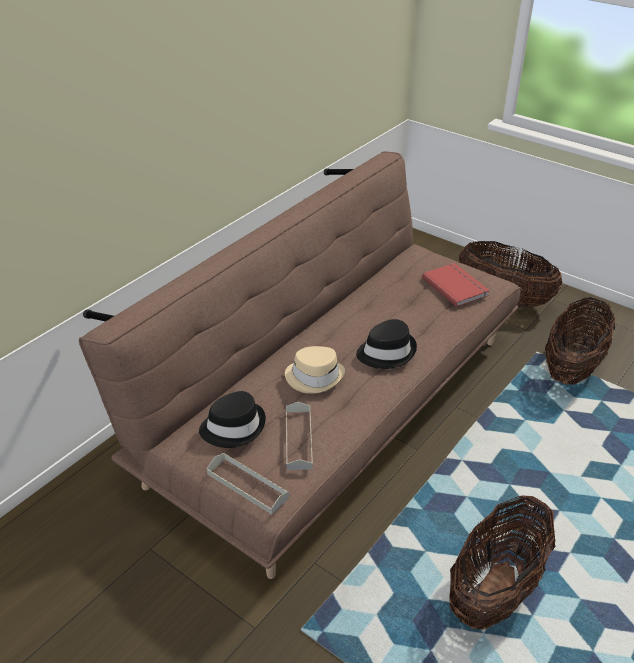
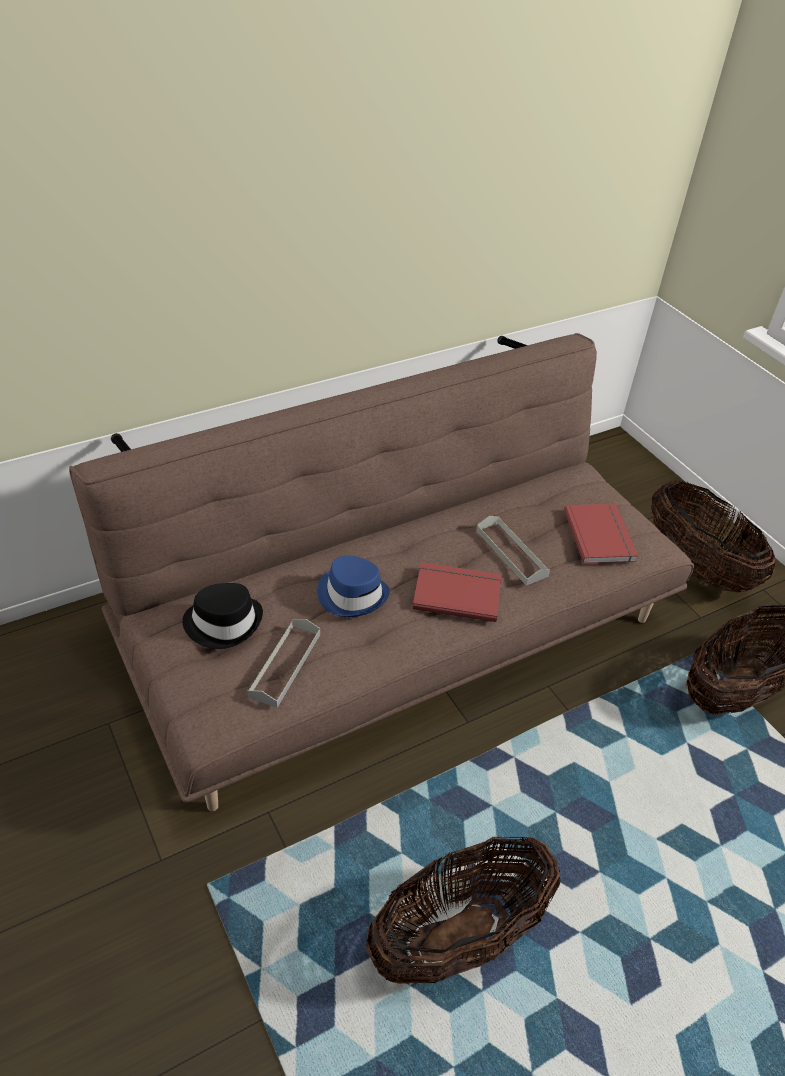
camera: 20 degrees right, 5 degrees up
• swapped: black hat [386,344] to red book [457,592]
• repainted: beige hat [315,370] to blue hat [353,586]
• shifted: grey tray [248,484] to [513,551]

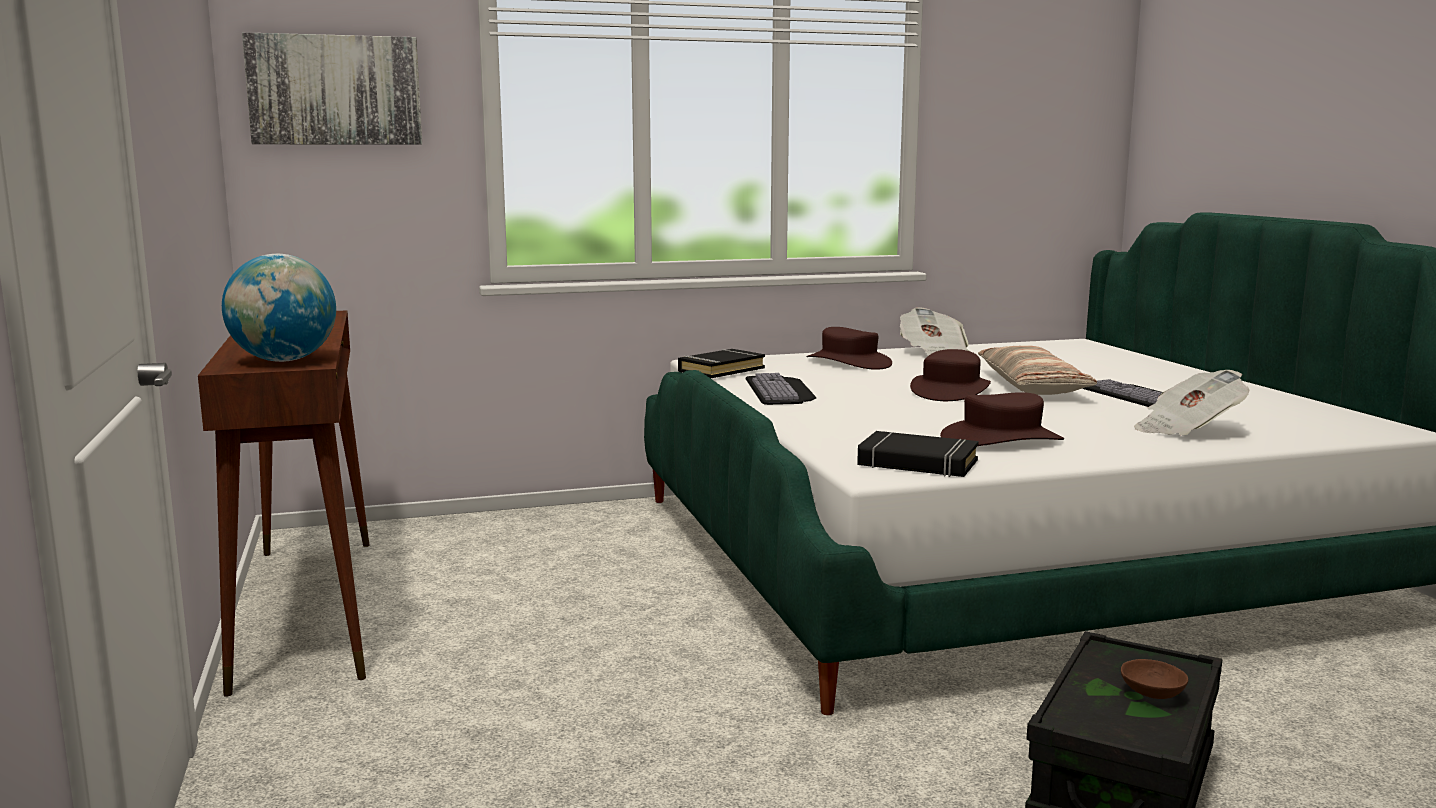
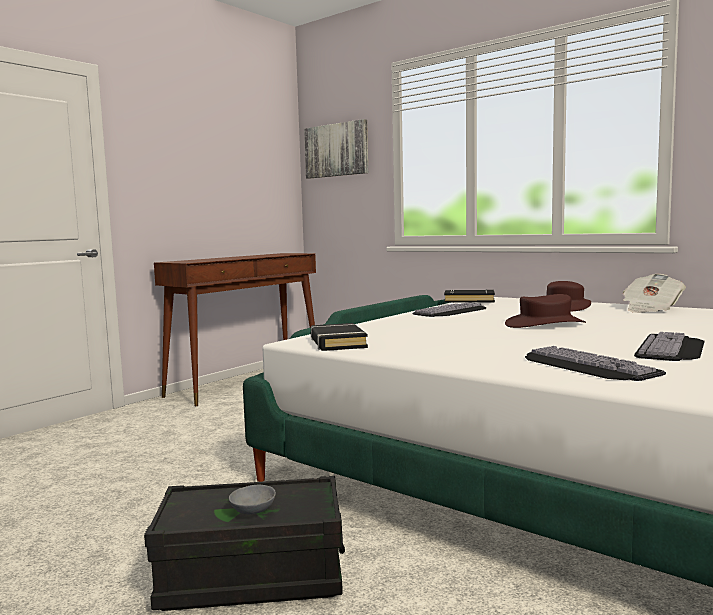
camera: 55 degrees right, 5 degrees down
• gone: globe [279,308]
• gone: pillow [1037,370]
• swapped: newspaper [1191,402] to keyboard [595,363]
• gone: brown hat [1002,419]
• repainted: brown bowl [1154,679] to grey bowl [252,499]

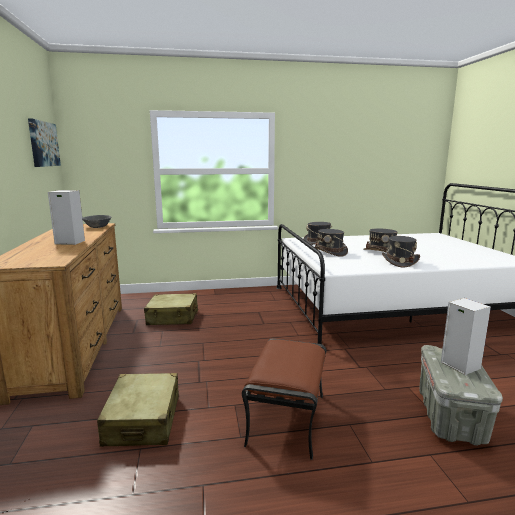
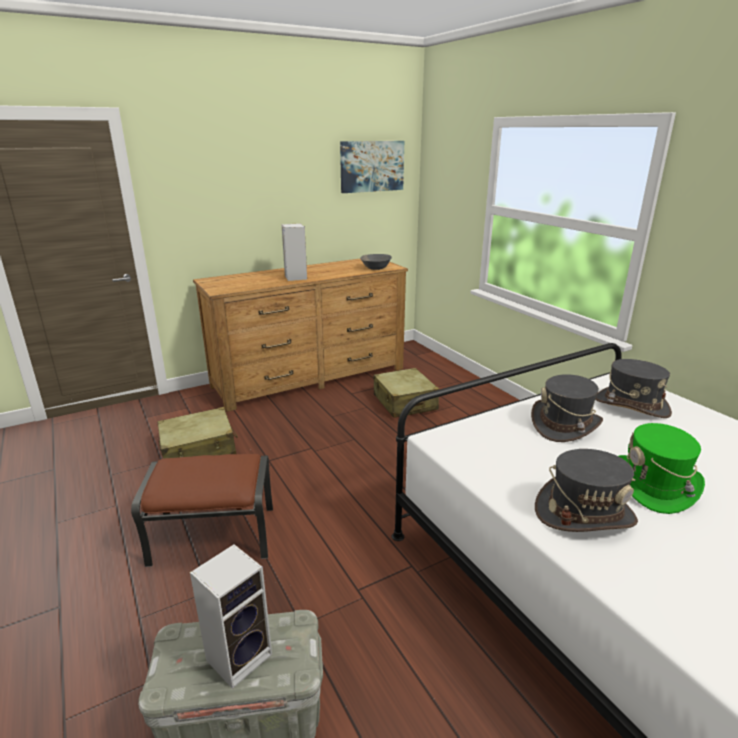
camera: 70 degrees right, 10 degrees up
• repainted: grey hat [380,240] to green hat [662,468]

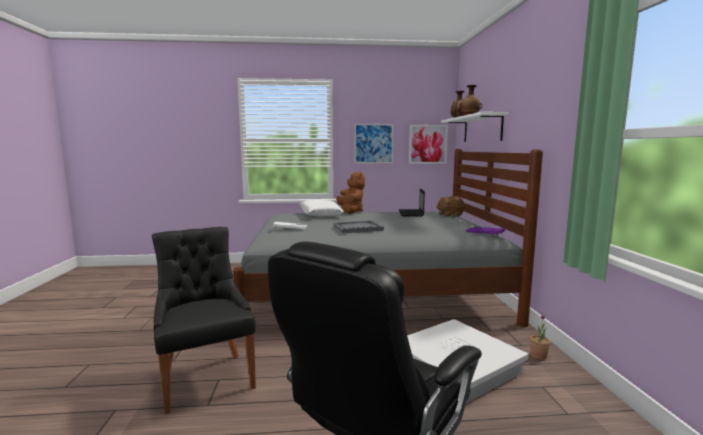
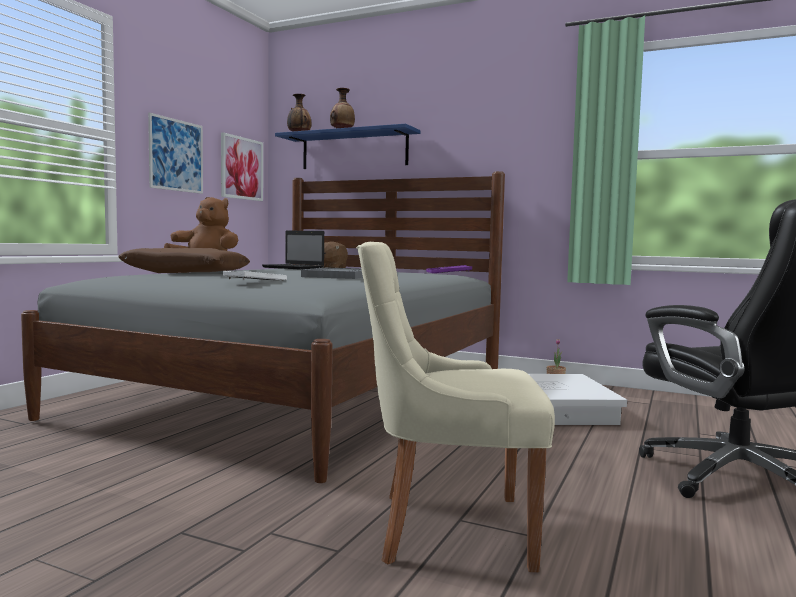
camera: 60 degrees left, 5 degrees down
• repainted: white shelf [475,127] to blue shelf [348,146]
• repainted: white pillow [322,208] to brown pillow [184,260]
• repainted: black chair [204,320] to beige chair [455,407]

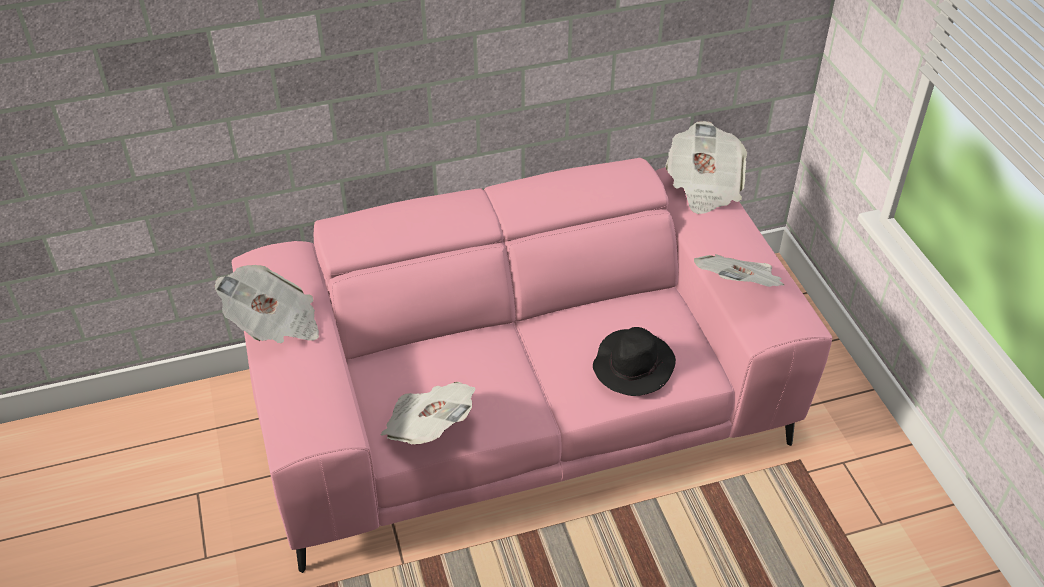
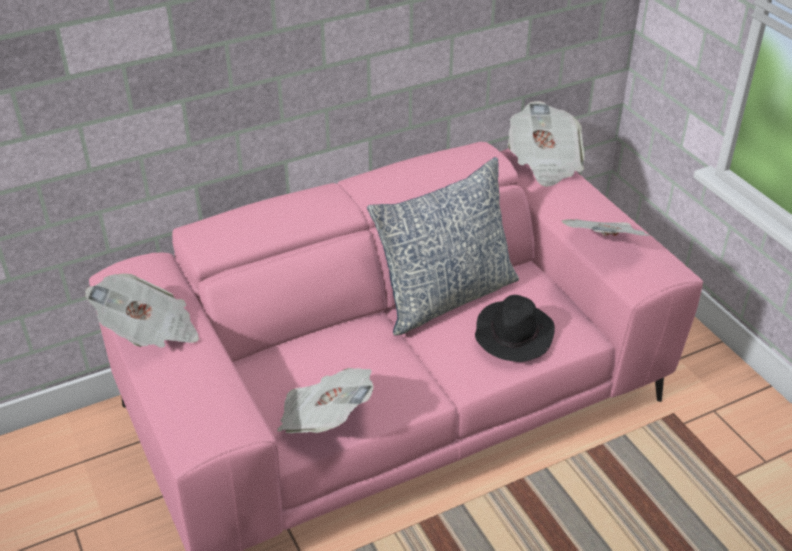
camera: 10 degrees left, 5 degrees down
• new: pillow [443,246]

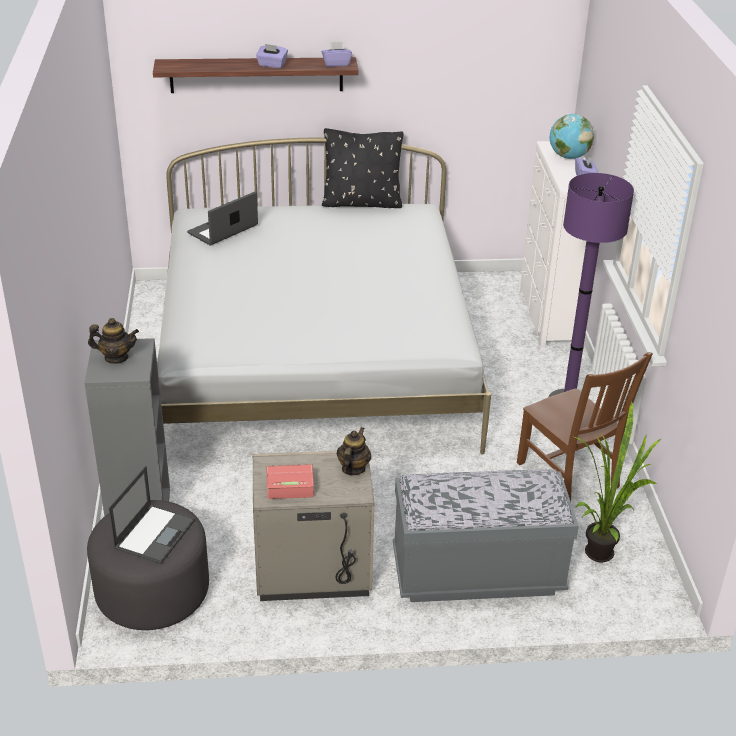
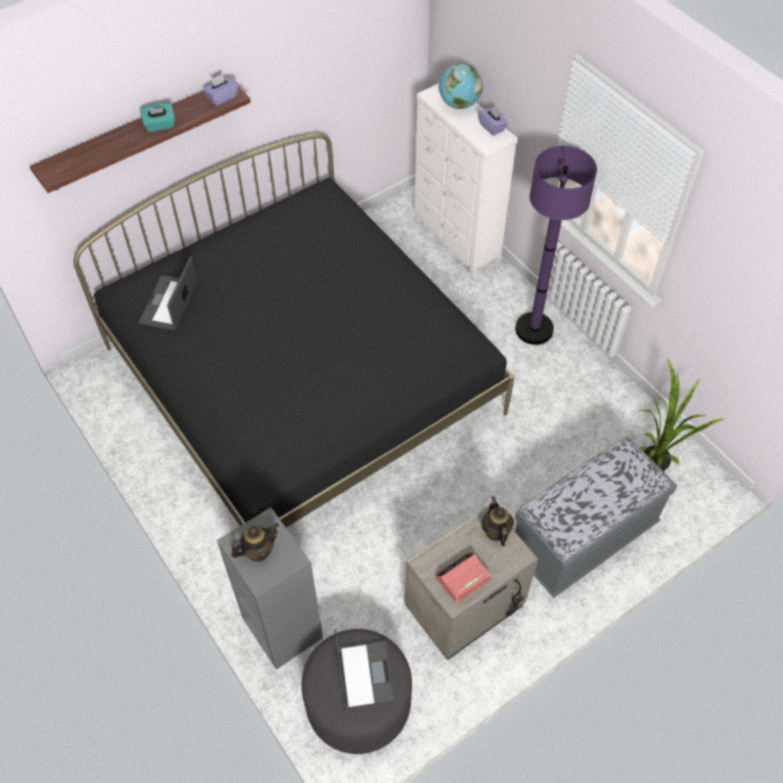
camera: 30 degrees left, 20 degrees up
• repainted: purple tissue box [272,56] to turquoise tissue box [157,117]
• gone: black pillow [363,168]
• repainted: white bed [324,296] to black bed [294,330]
• gone: brown chair [585,426]

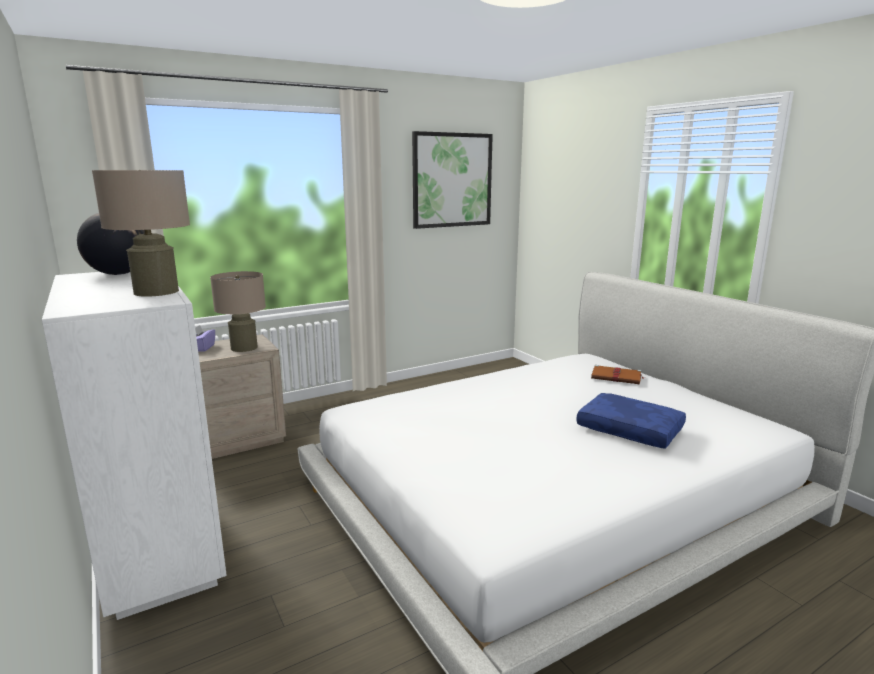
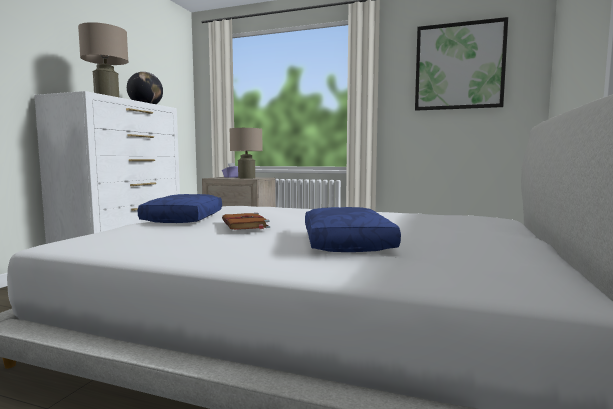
camera: 50 degrees right, 10 degrees down
• shifted: brown book [618,374] to [246,221]
• new: blue pillow [180,208]

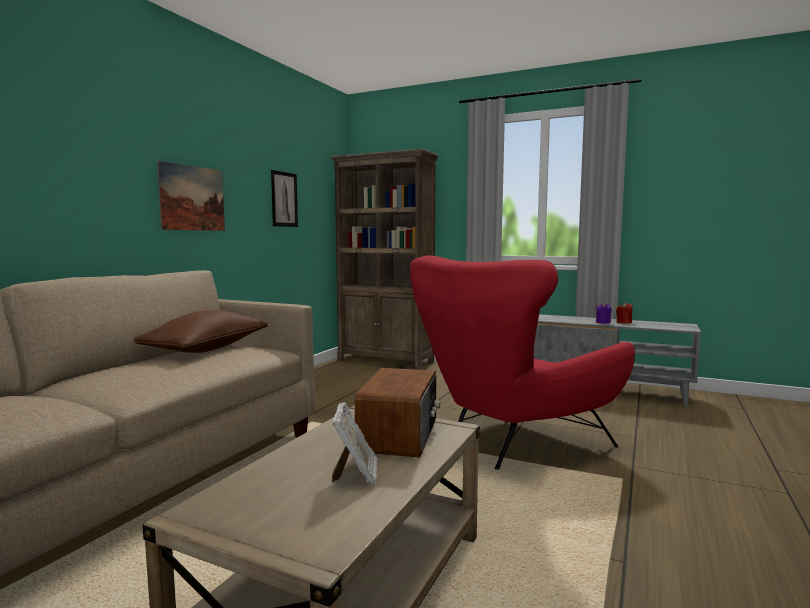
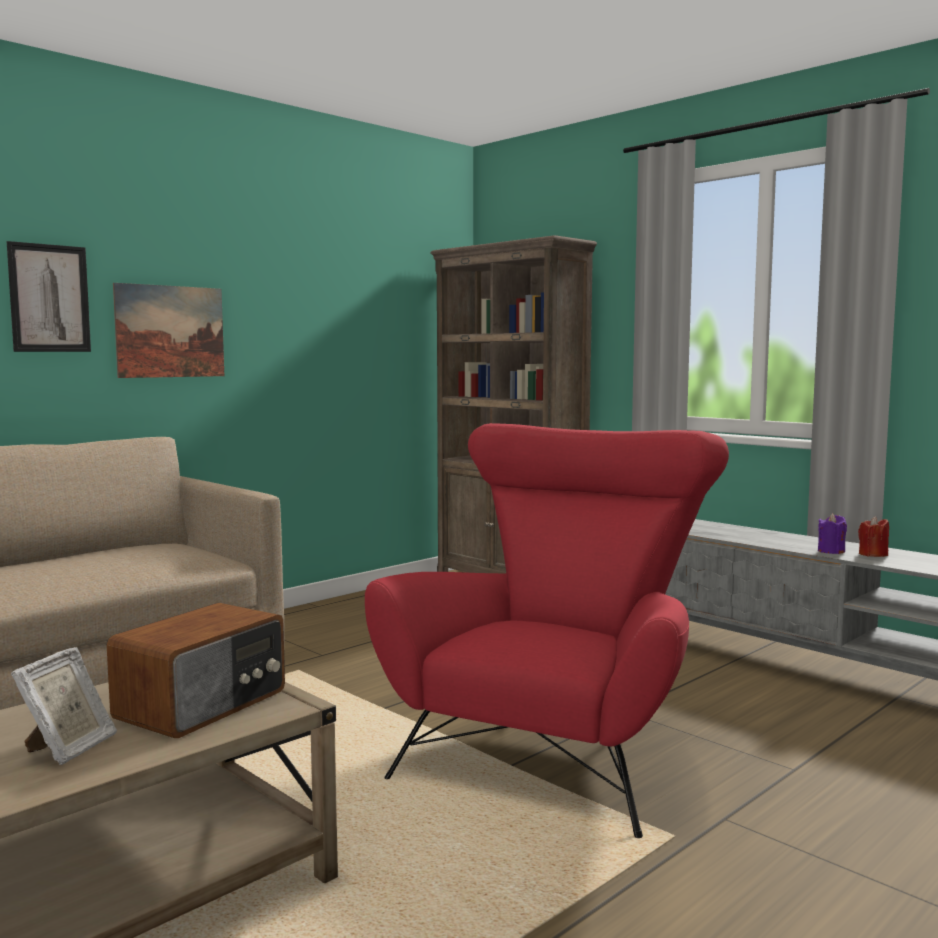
camera: 20 degrees right, 0 degrees up
• shifted: picture [284,198] to [49,296]
• rotated: red armchair [522,362] = [547,630] 135 degrees clockwise
• gone: brown pillow [200,331]

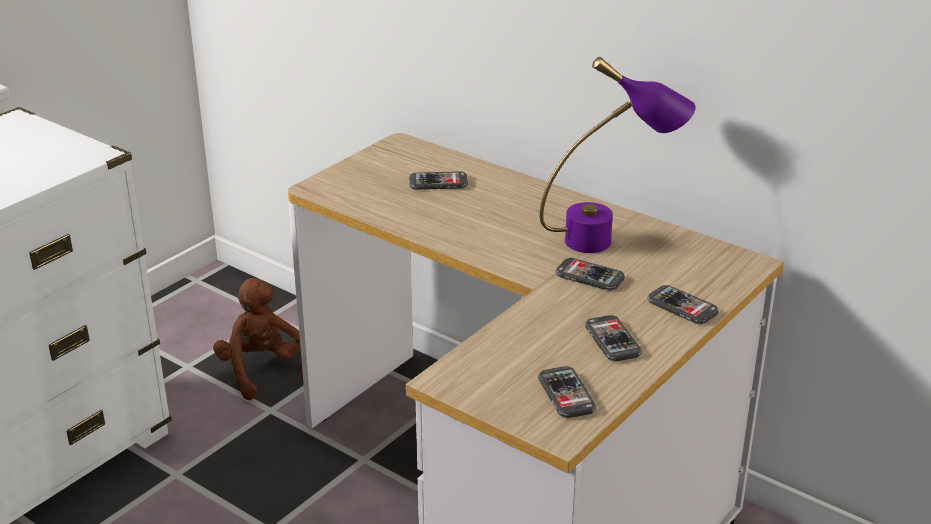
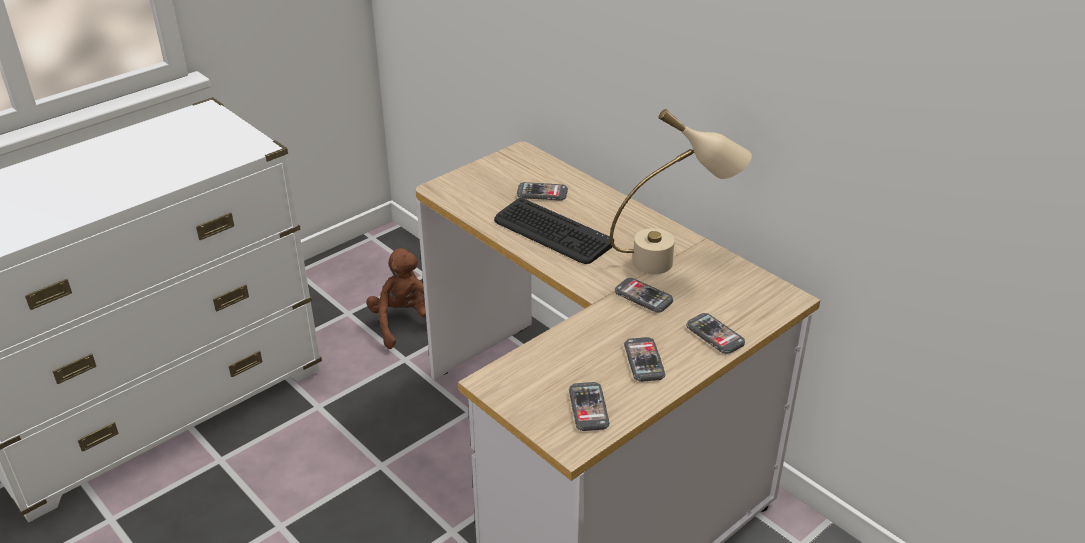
camera: 10 degrees right, 5 degrees up
• repainted: purple table lamp [618,155] to beige table lamp [681,191]
• new: keyboard [554,231]

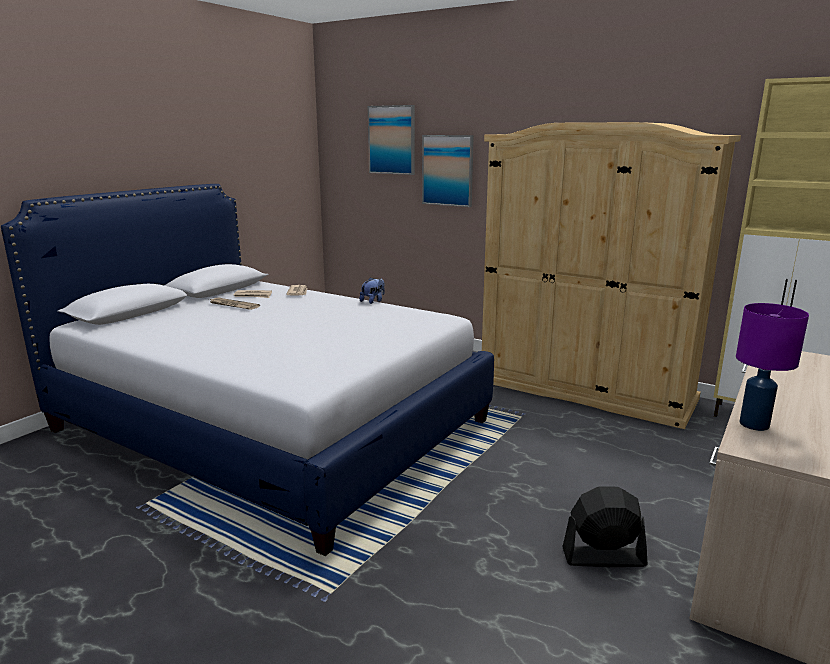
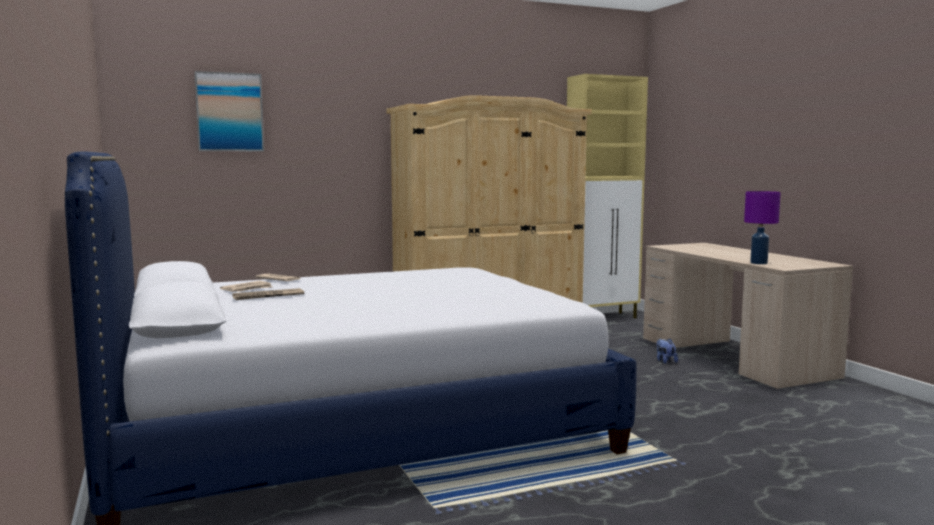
camera: 55 degrees left, 10 degrees down
• gone: picture [448,171]
• shifted: plush toy [372,290] to [667,351]
• gone: black fan [604,526]

